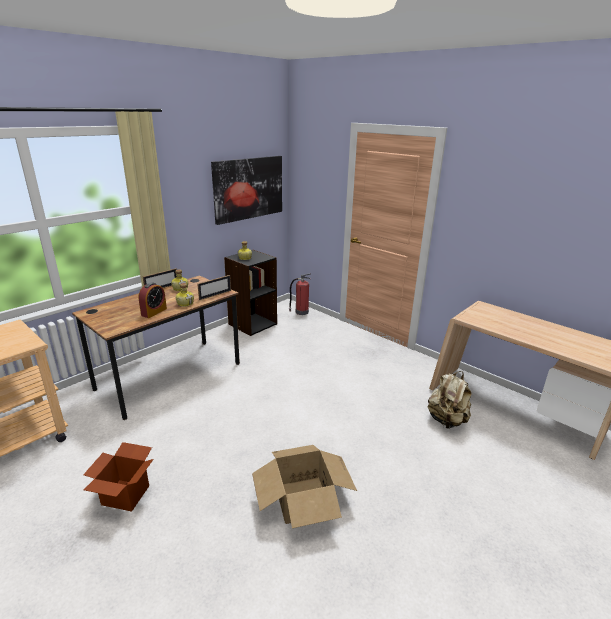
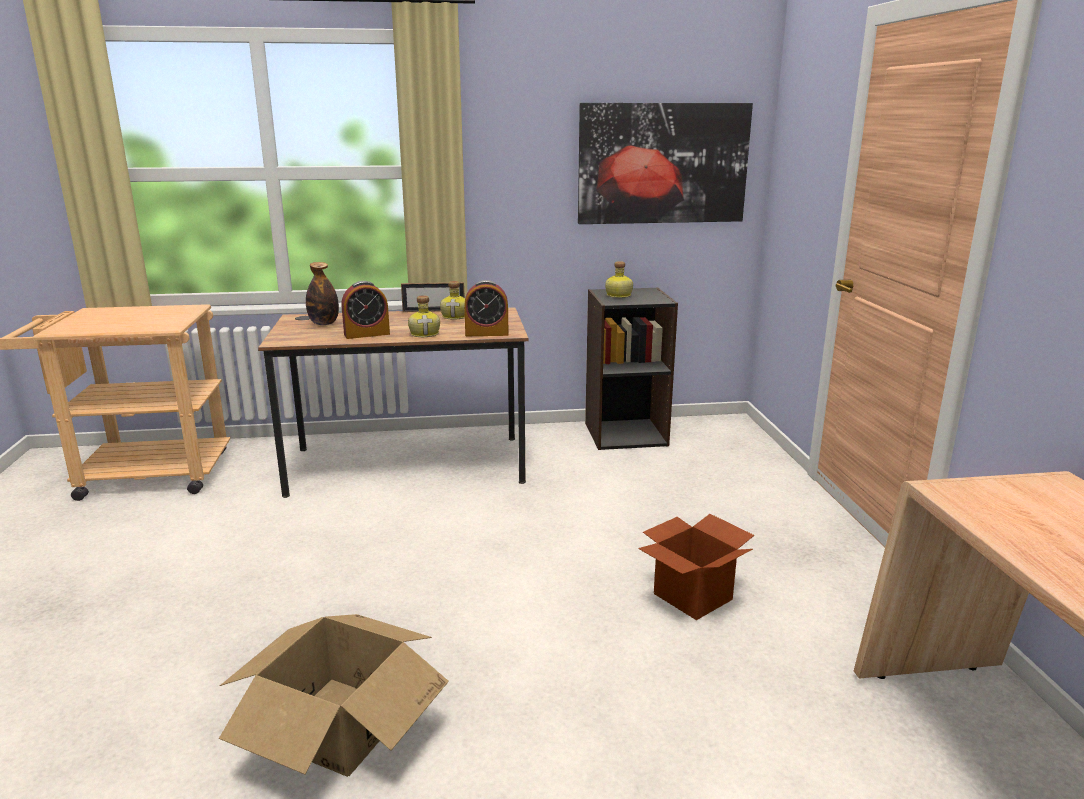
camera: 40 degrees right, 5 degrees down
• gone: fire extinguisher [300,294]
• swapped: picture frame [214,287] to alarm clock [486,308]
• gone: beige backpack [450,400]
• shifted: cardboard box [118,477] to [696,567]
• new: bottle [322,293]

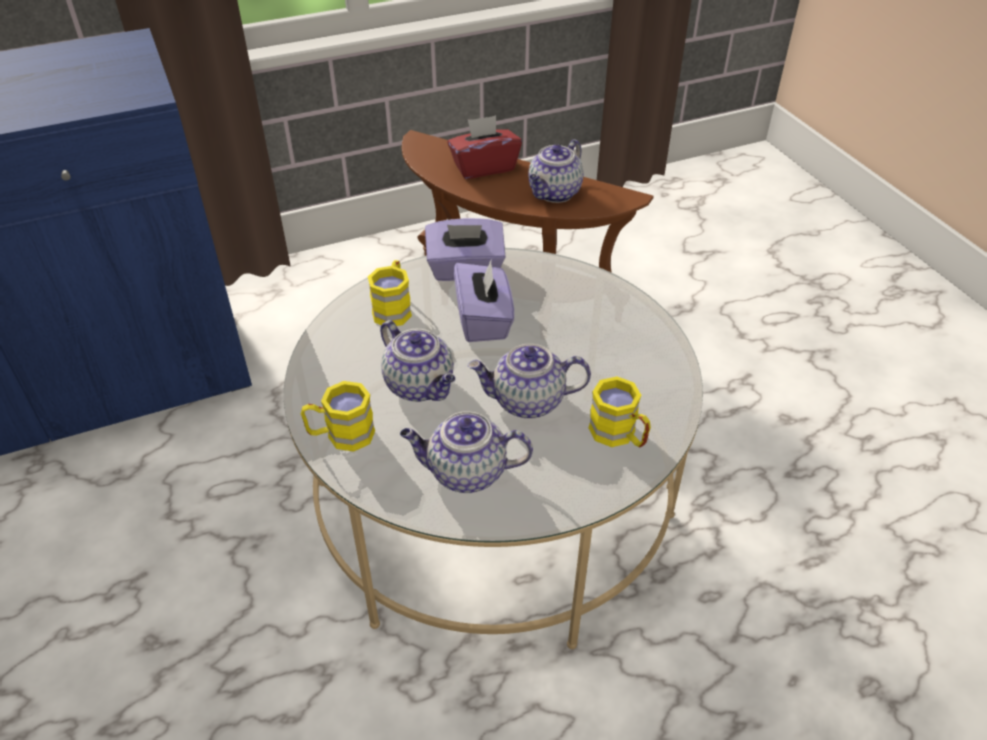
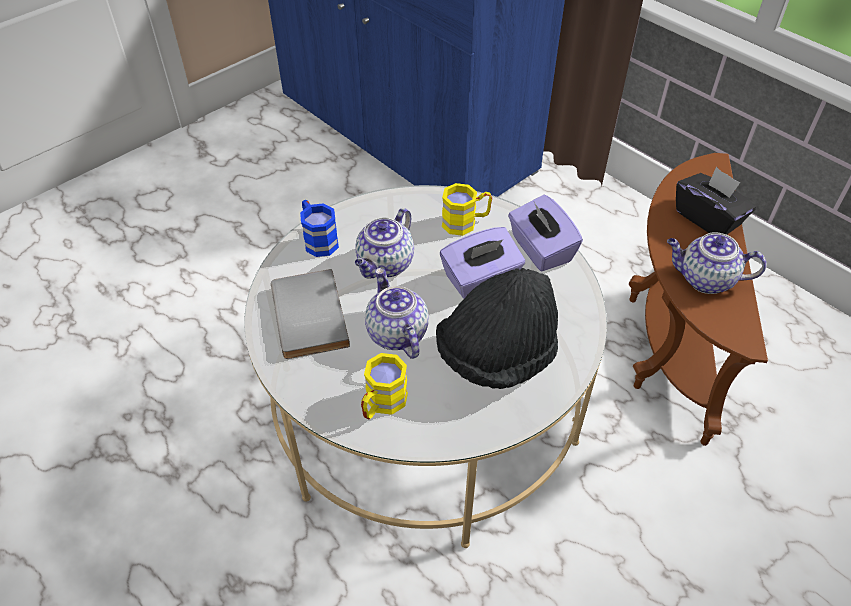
camera: 70 degrees right, 5 degrees up
• repainted: red tissue box [484,147] to black tissue box [716,201]
• repainted: yellow mug [338,416] to blue mug [319,228]
• swapped: teapot [466,452] to grey book [310,314]
• new: black hat [497,328]

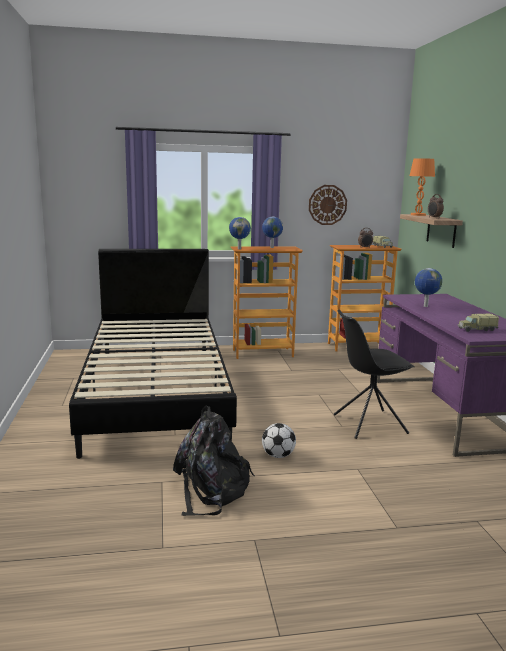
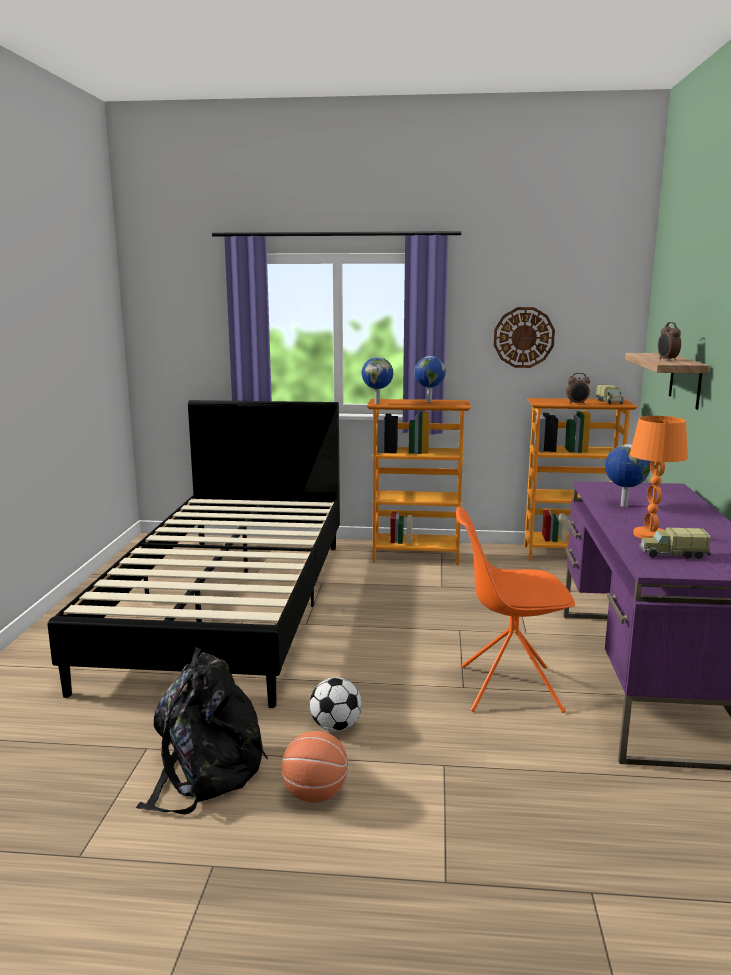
camera: 15 degrees right, 0 degrees up
• shifted: orange table lamp [422,187] to [659,477]
• repainted: black chair [374,374] to orange chair [515,610]
• new: basketball [315,767]

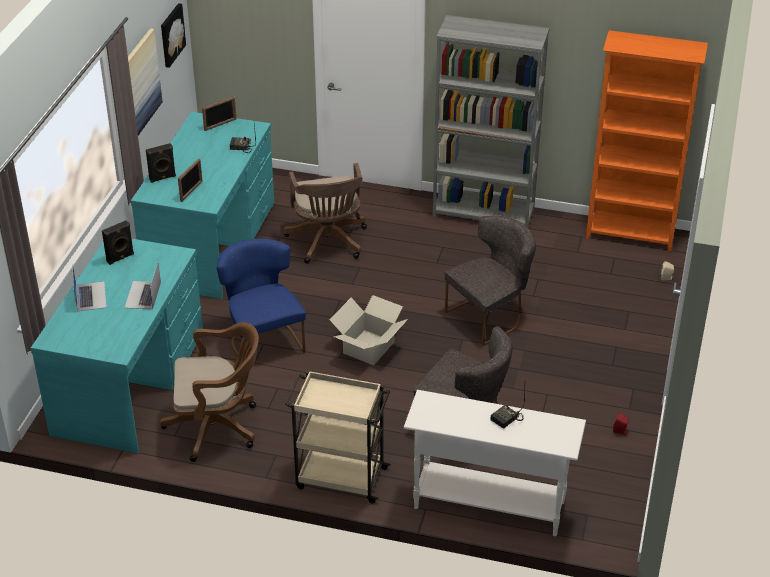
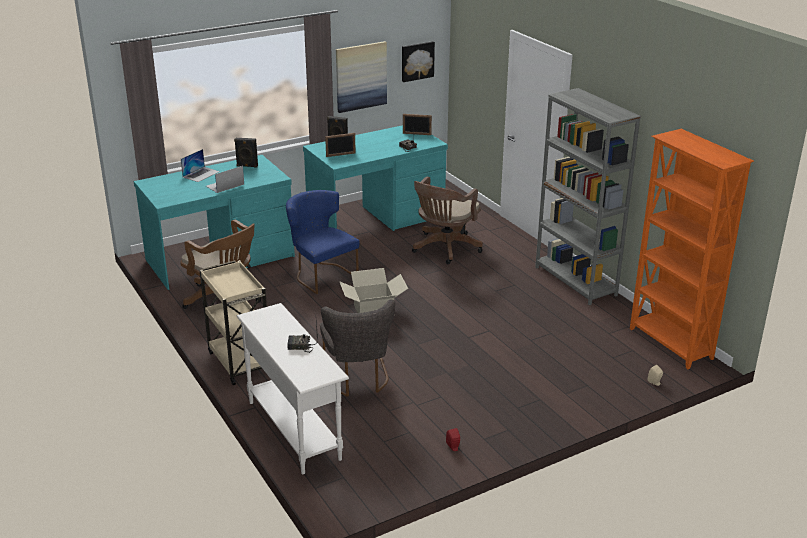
camera: 45 degrees right, 10 degrees down
• gone: grey chair [490,280]
• rotated: blue chair [261,298] = [323,242] 60 degrees counterclockwise

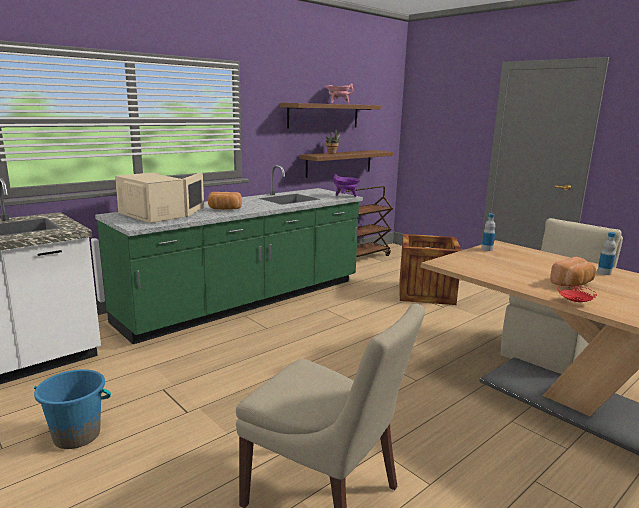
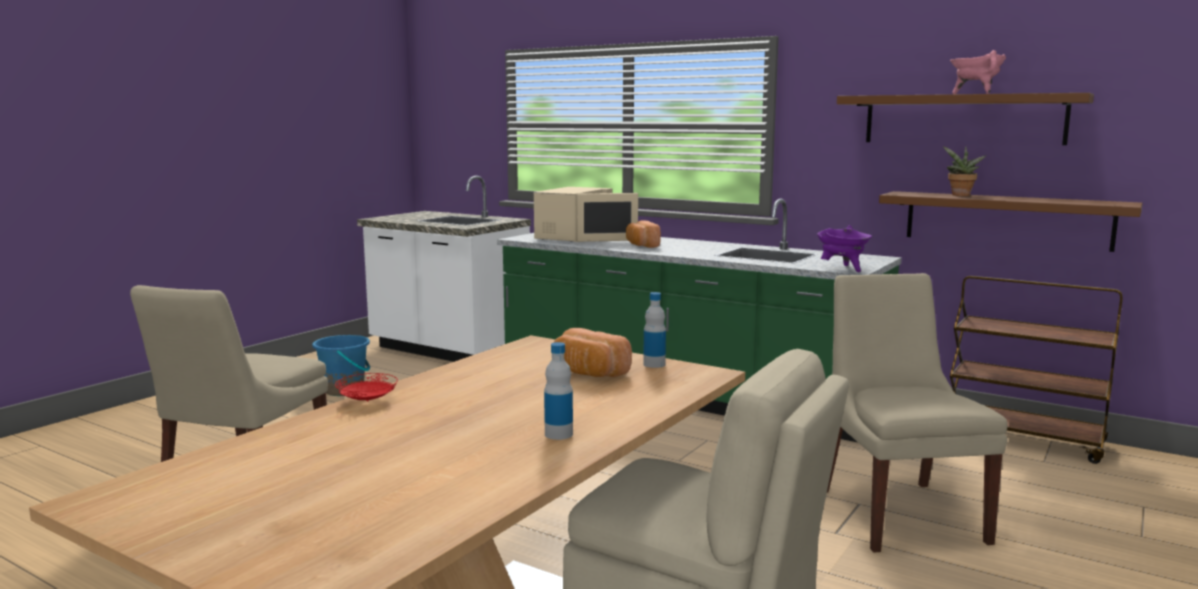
camera: 75 degrees right, 5 degrees down
• swapped: crate [430,269] to beige chair [917,412]
• shifted: bread [573,272] to [592,352]

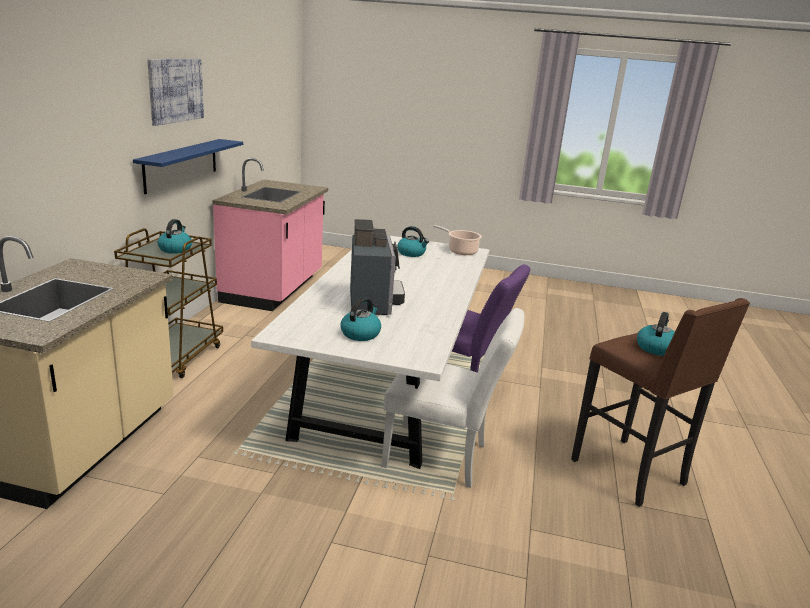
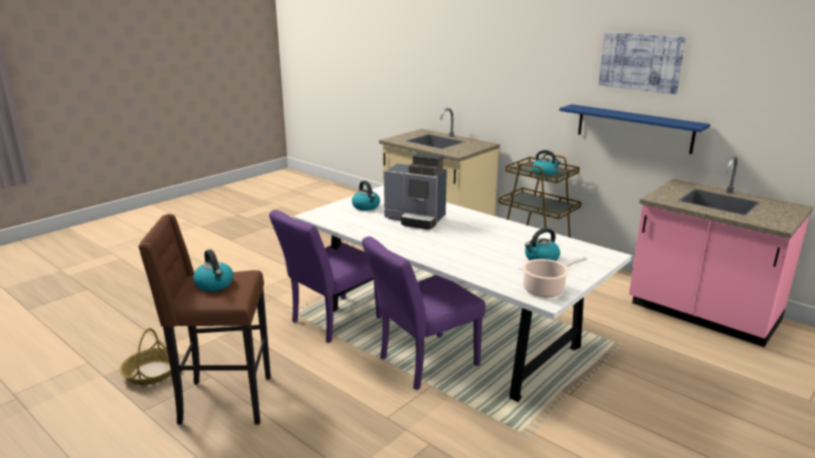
camera: 120 degrees right, 0 degrees up
• repainted: white chair [452,398] to purple chair [325,276]
• new: basket [149,356]

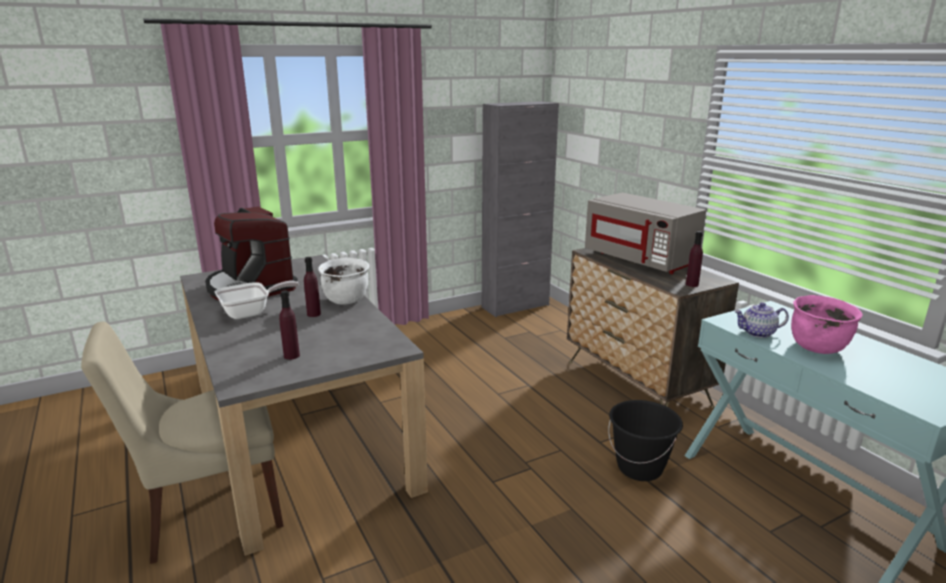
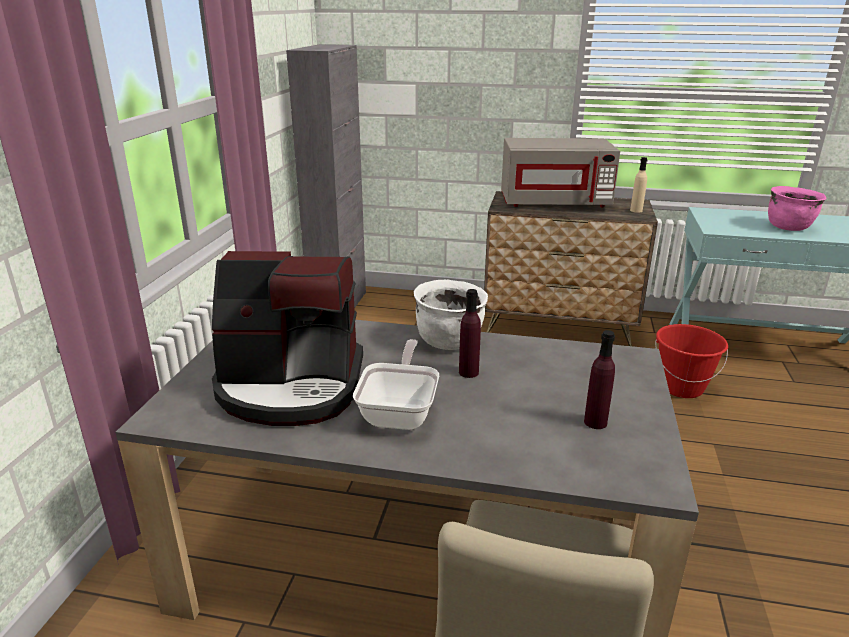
camera: 50 degrees left, 5 degrees up
• repainted: purple bottle [694,259] to beige bottle [638,185]
• gone: teapot [761,320]
• repainted: black bucket [645,440] to red bucket [691,361]

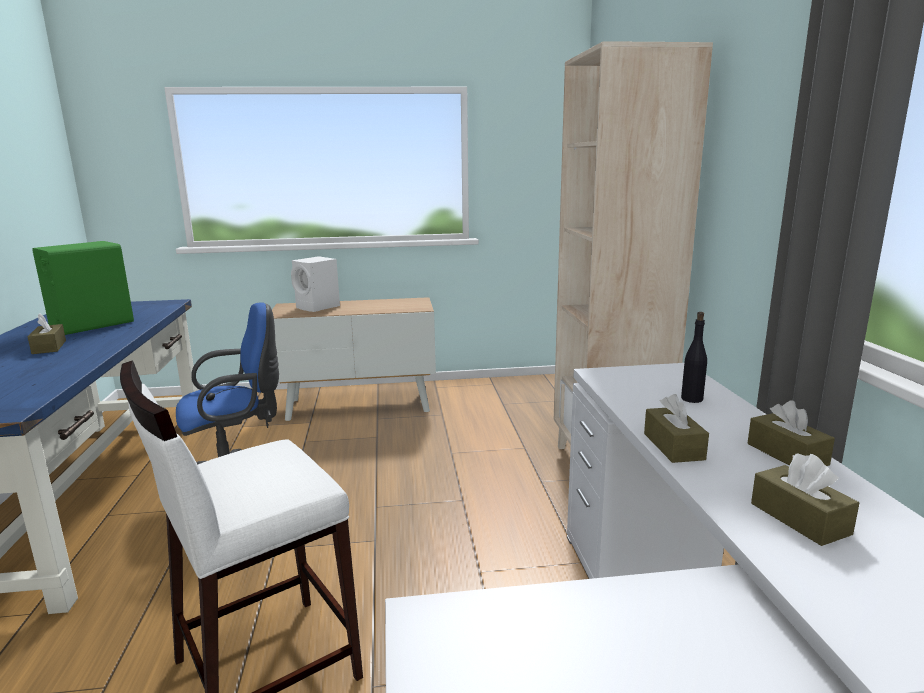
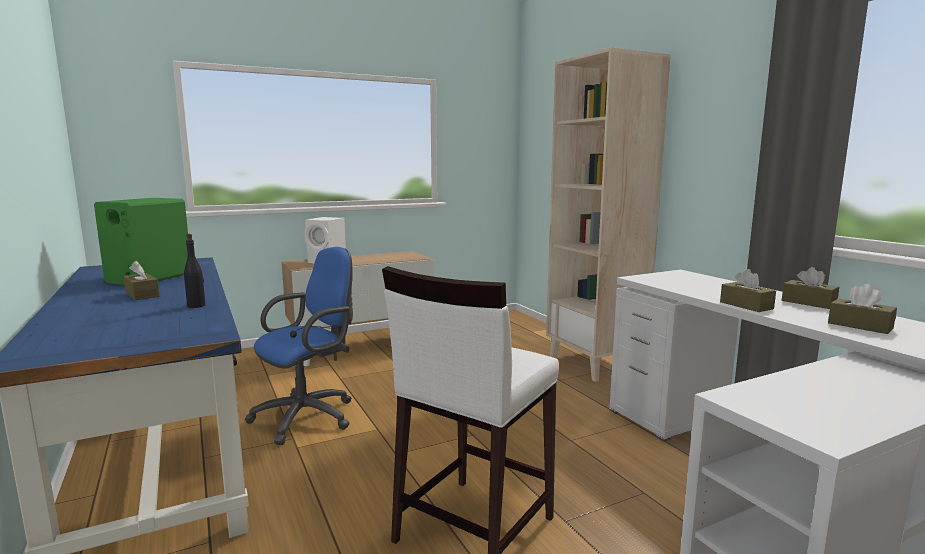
camera: 20 degrees left, 5 degrees down
• shifted: black bottle [694,357] to [195,271]

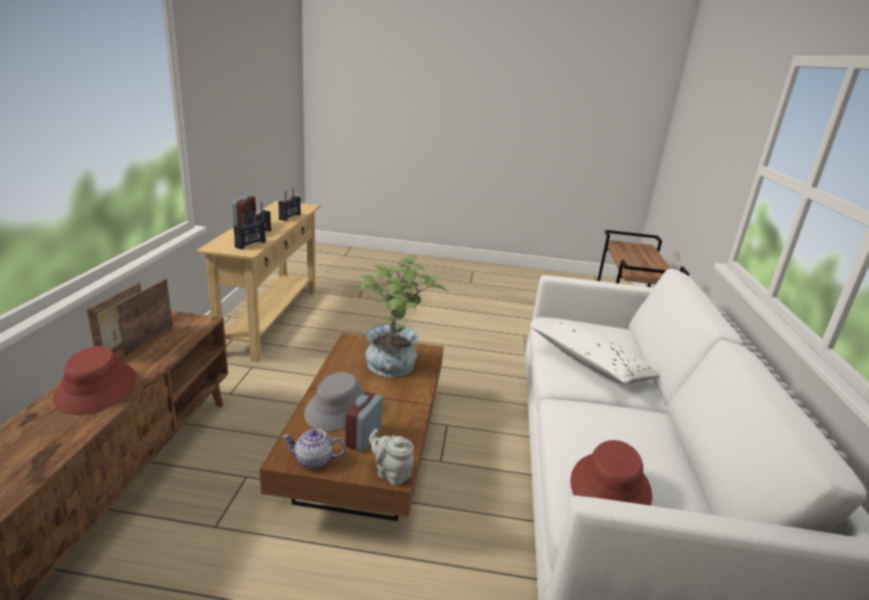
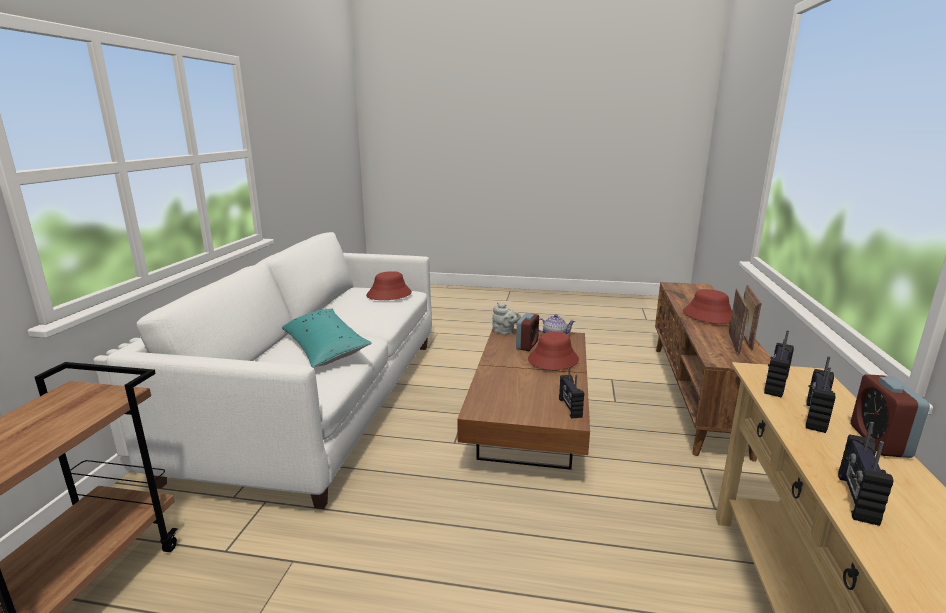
camera: 175 degrees left, 5 degrees down
• gone: potted plant [402,315]
• repainted: white pillow [596,353] to turquoise pillow [327,338]
• repainted: grey hat [335,401] to red hat [553,350]
• new: radio [571,392]

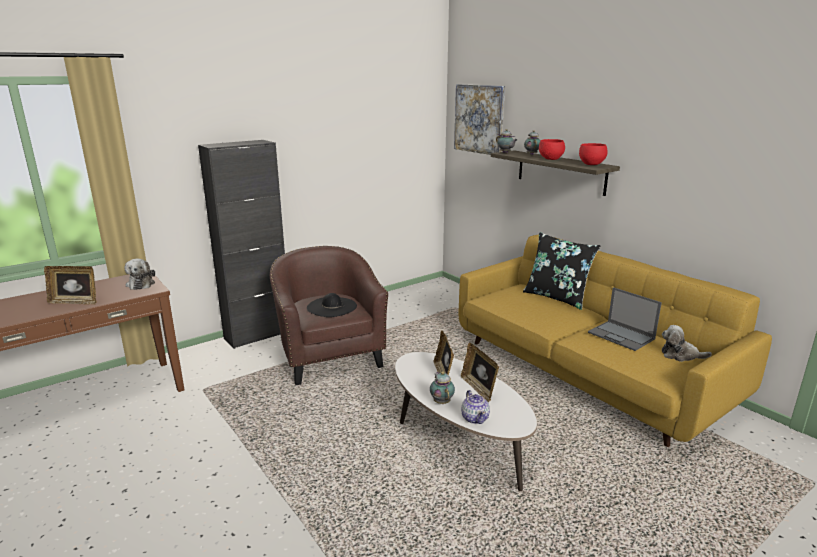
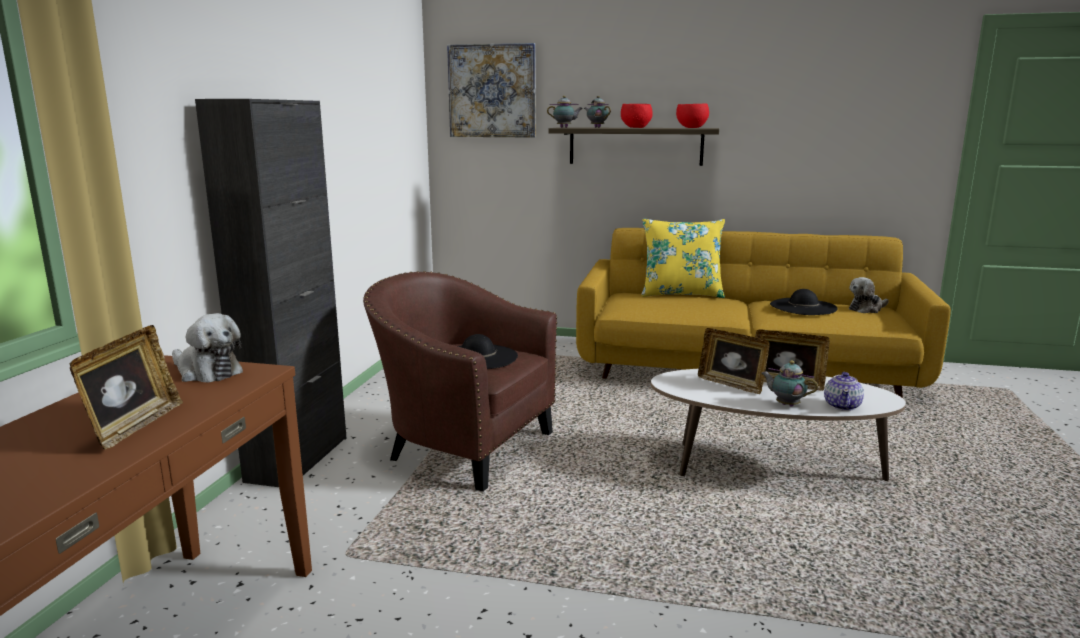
camera: 40 degrees left, 5 degrees down
• repainted: black pillow [561,271] to yellow pillow [683,258]
• rotated: picture frame [70,285] = [126,387] 45 degrees counterclockwise
• swapped: laptop [625,319] to black hat [804,302]
• rotated: teapot [475,407] = [844,391] 75 degrees clockwise

